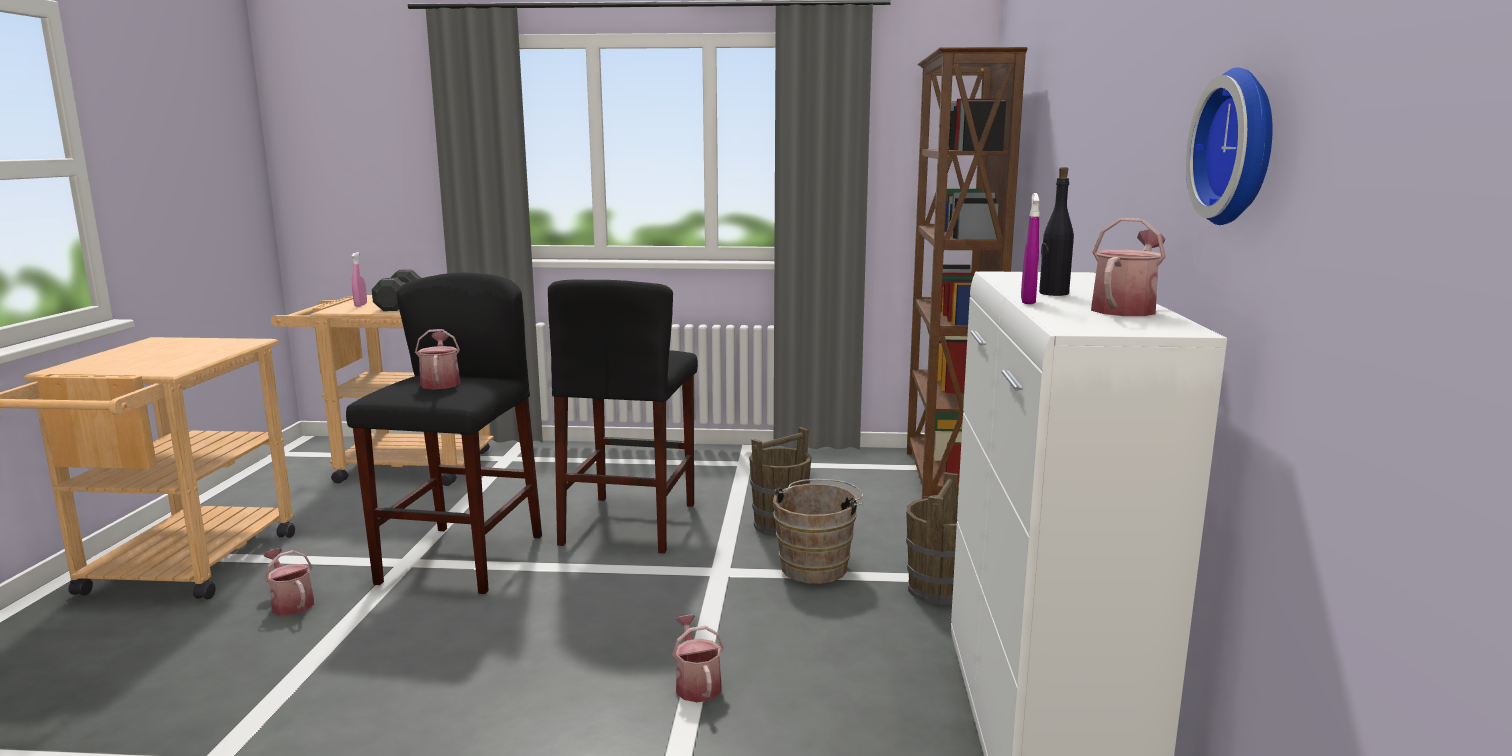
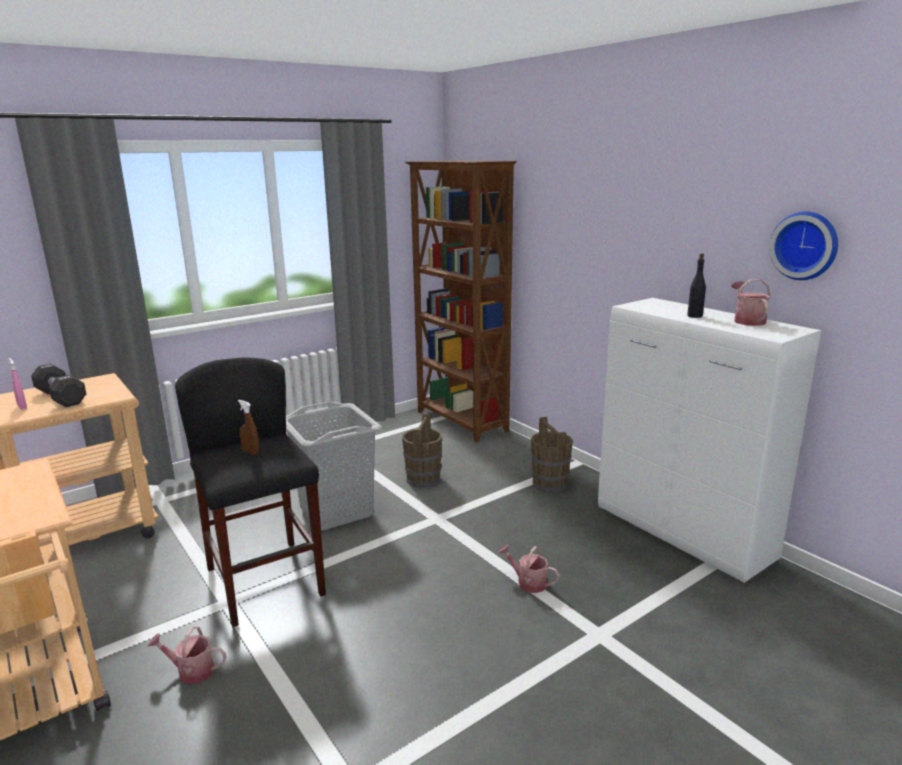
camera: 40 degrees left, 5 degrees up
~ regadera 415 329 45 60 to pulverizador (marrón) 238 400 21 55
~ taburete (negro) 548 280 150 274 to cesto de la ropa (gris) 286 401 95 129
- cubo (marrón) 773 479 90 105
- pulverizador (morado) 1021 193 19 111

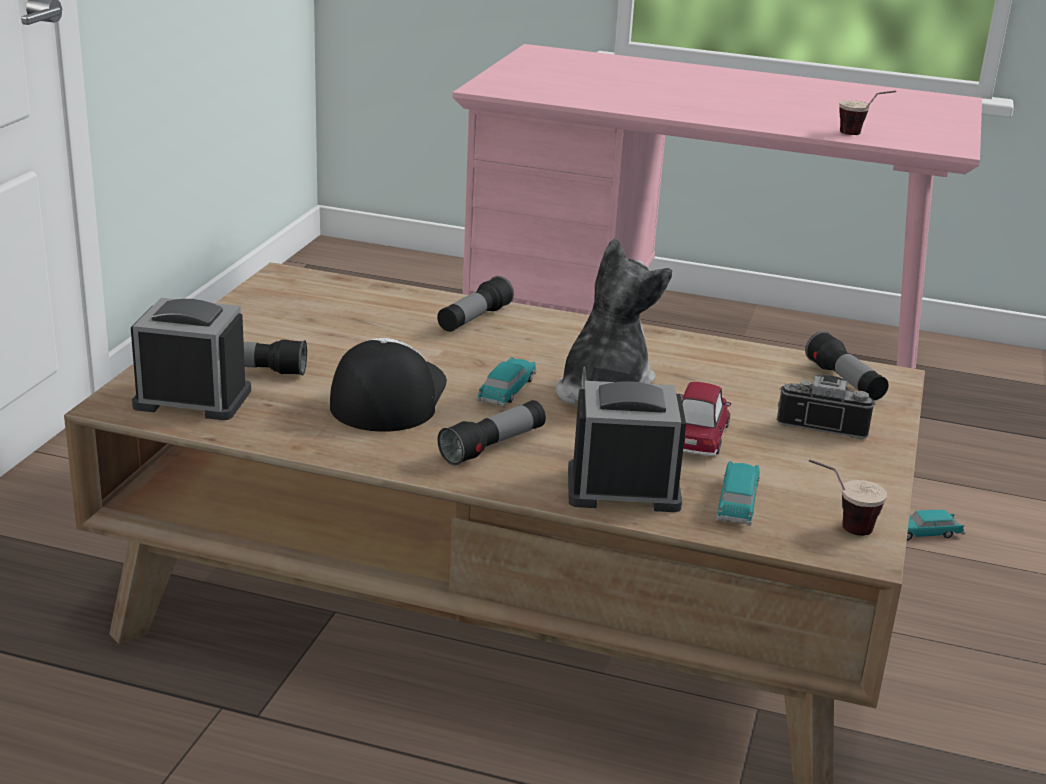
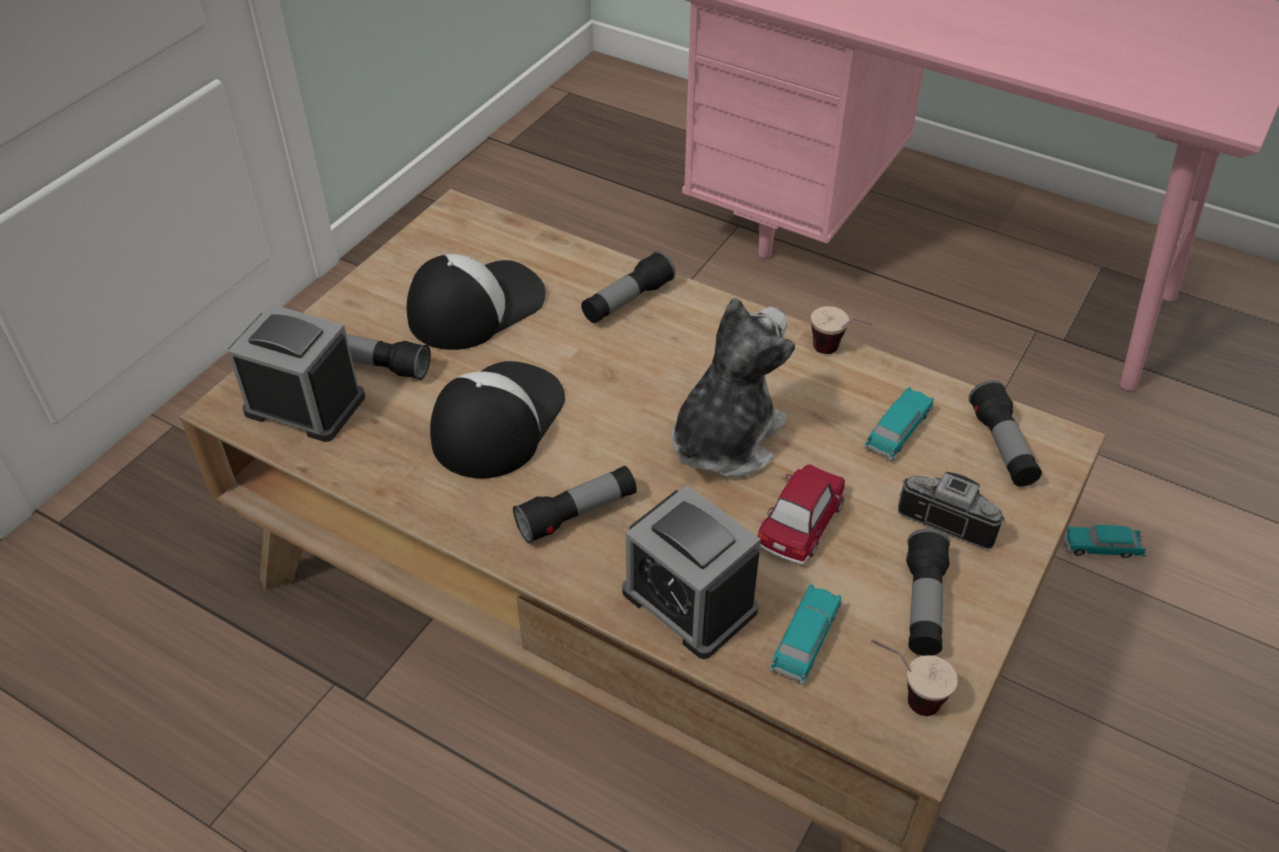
camera: 15 degrees right, 20 degrees up
+ gorra 407 254 139 96
~ despertador 568 381 118 131 = 622 485 139 174 150 degrees counterclockwise
~ taza 839 91 57 44 to 811 306 62 48
~ coche de juguete 476 357 61 50 to 863 387 71 74
+ linterna 906 529 44 127

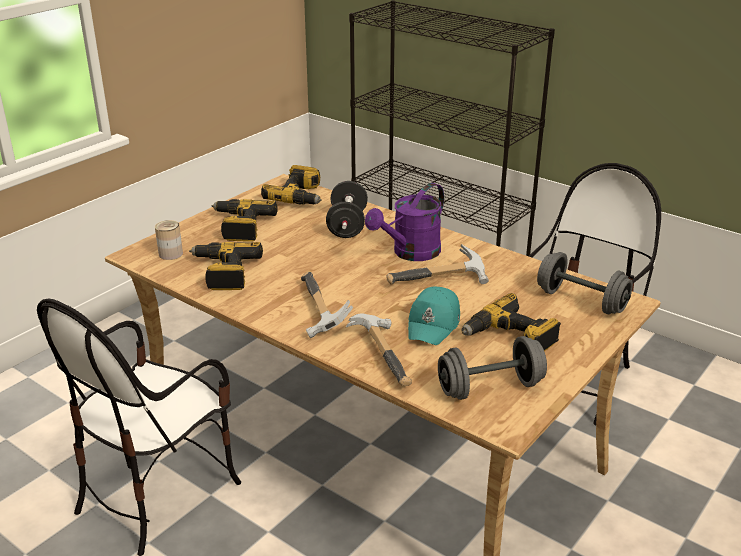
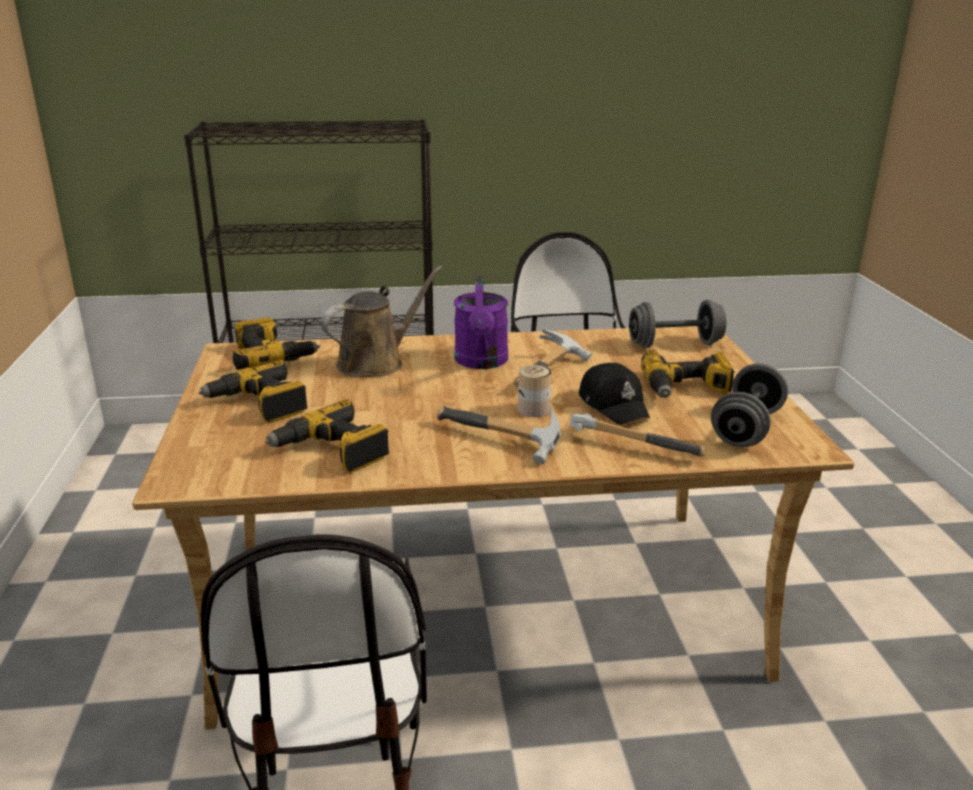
camera: 45 degrees left, 5 degrees down
~ mancuerna (negro) 326 181 42 57 to regadera (marrón) 321 266 121 111
~ lata 155 220 28 40 to 518 365 33 52
~ gorra (turquesa) 408 287 52 58 to gorra (negro) 579 363 71 62

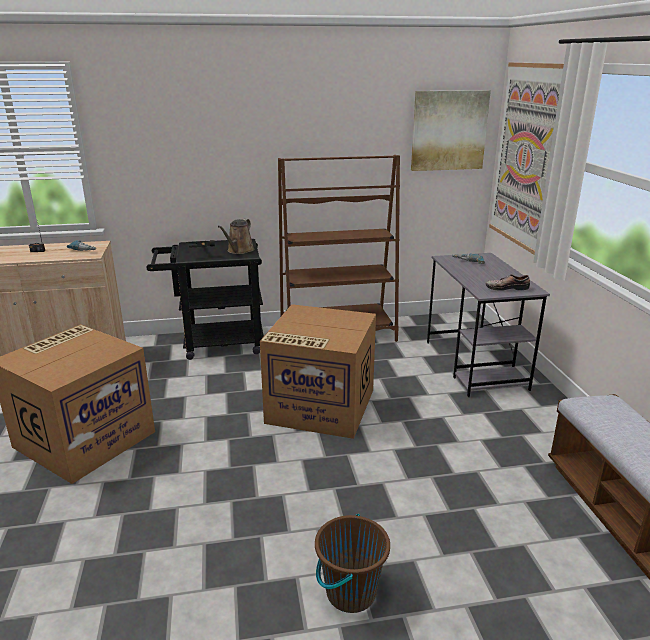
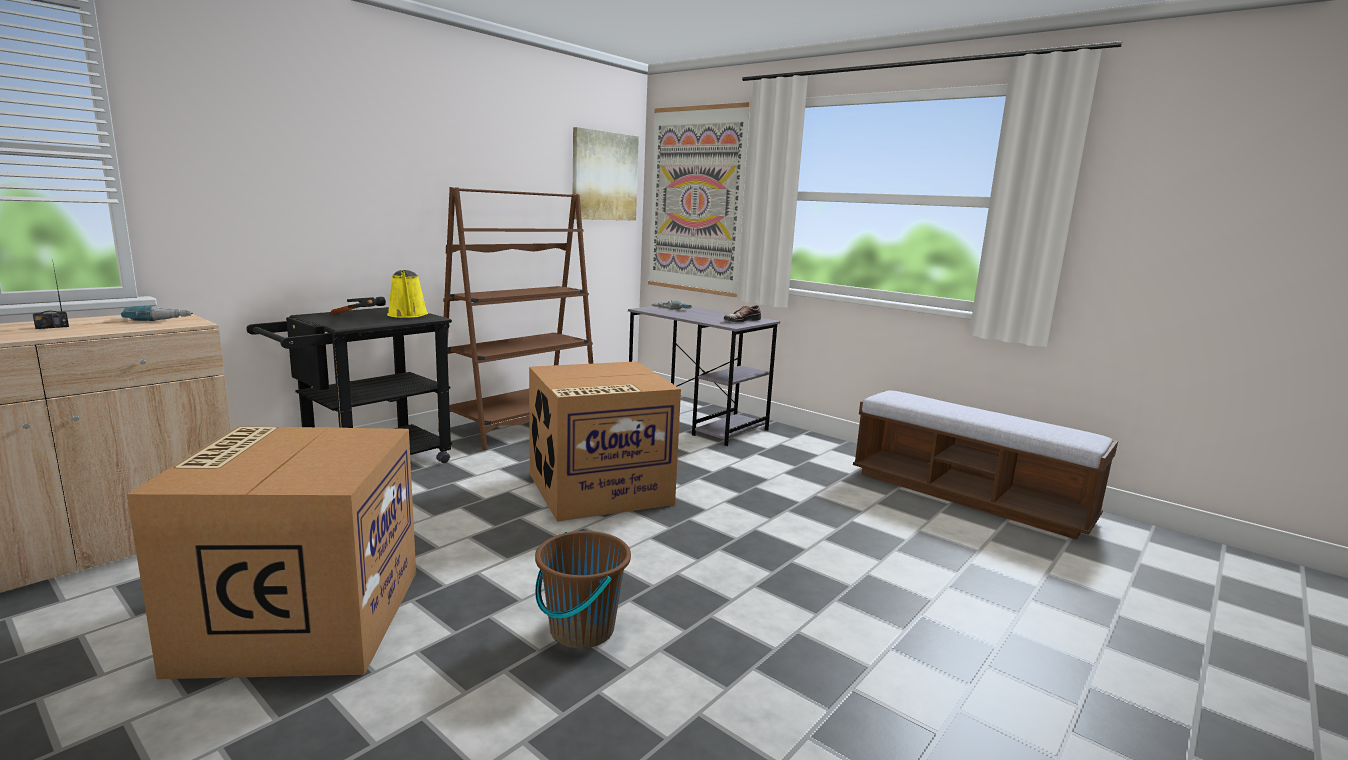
camera: 40 degrees left, 10 degrees down
~ regadera (marrón) 218 219 36 35 to regadera (amarillo) 387 270 41 48
~ cubo (marrón) 315 514 75 99 to 535 531 96 117

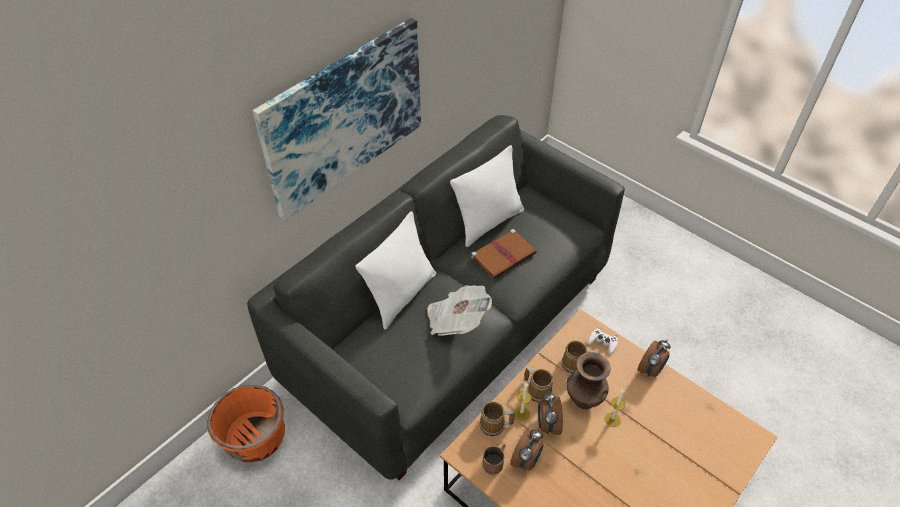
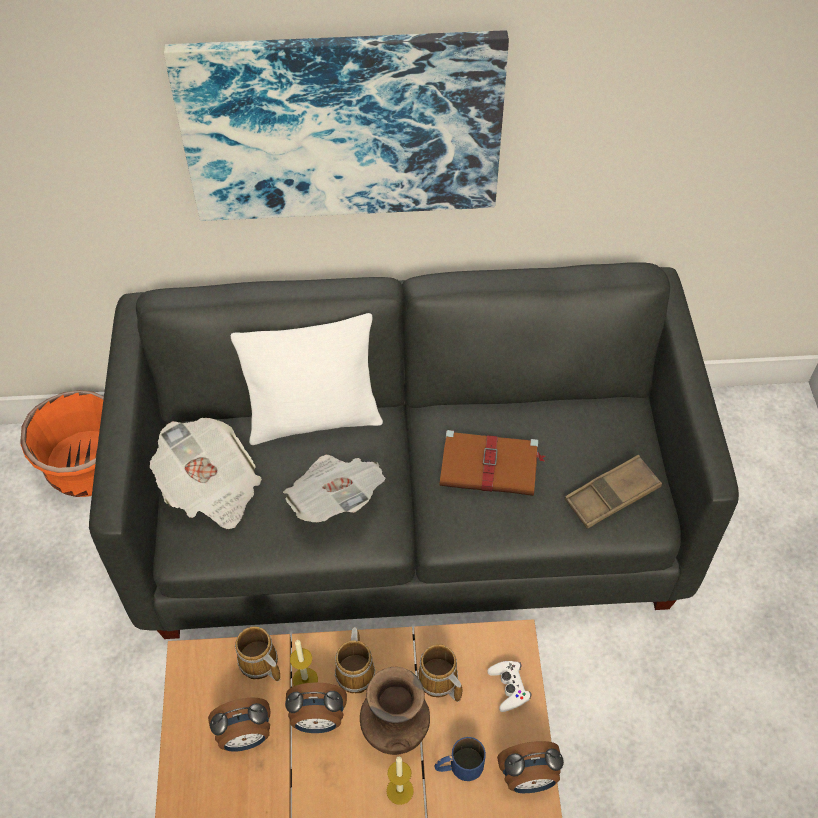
camera: 45 degrees right, 5 degrees up
+ periódico 150 418 112 111
~ despertador 538 391 25 44 = 285 683 62 50 135 degrees counterclockwise
+ taza grande (azul) 435 737 51 44
+ bandeja (marrón) 565 455 97 74
- cojín (blanco) 450 145 74 102
- taza grande (marrón) 483 443 22 32

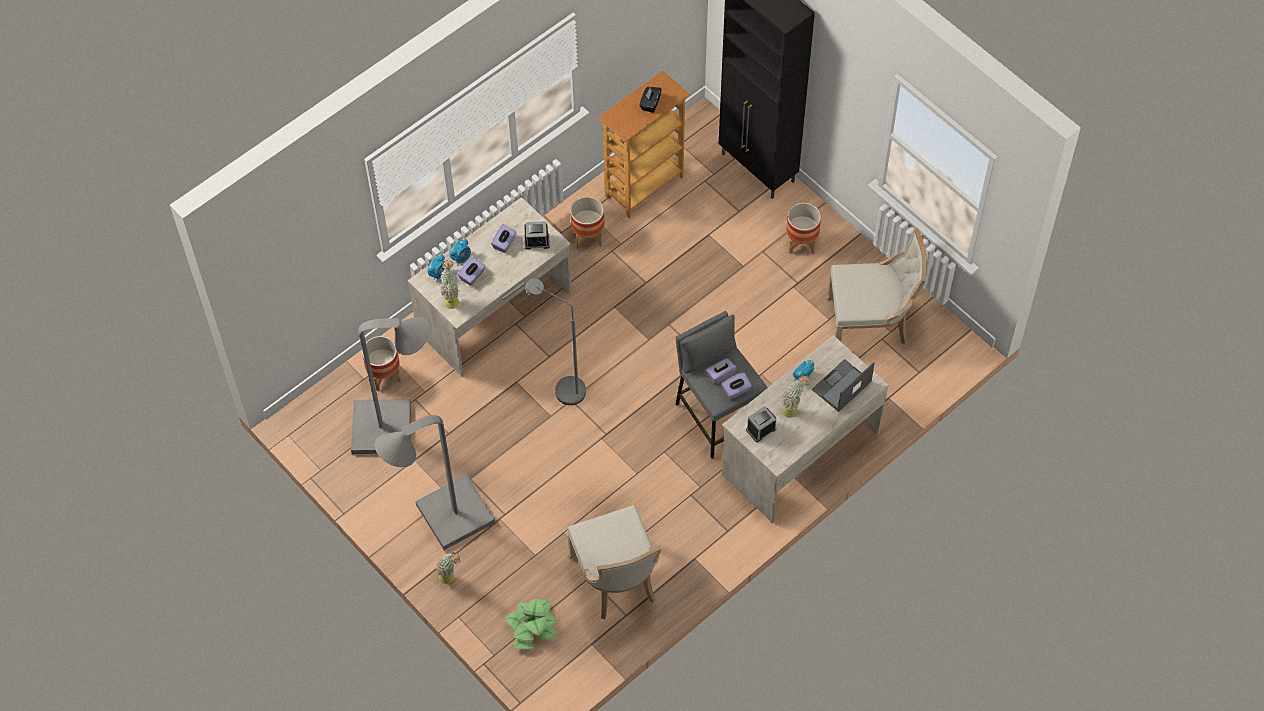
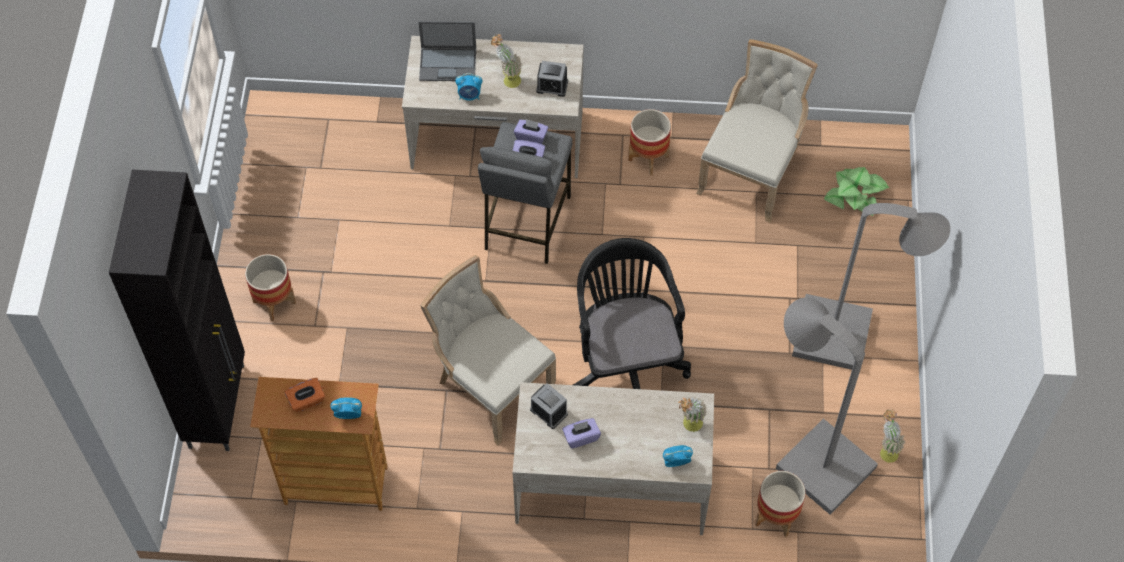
camera: 135 degrees left, 0 degrees up
~ caja de pañuelos (negro) 639 87 23 26 to caja de pañuelos (naranja) 285 378 40 34
~ despertador 449 238 22 28 to 330 397 32 22
~ silla (beis) 826 228 101 117 to 420 255 136 191
~ lámpara de pie (gris) 525 278 61 127 to silla de oficina (negro) 573 238 118 151
~ maceta 570 197 34 52 to 628 109 43 66
~ planta en maceta 436 552 25 32 to 880 409 26 54
- caja de pañuelos (morado) 458 256 27 30

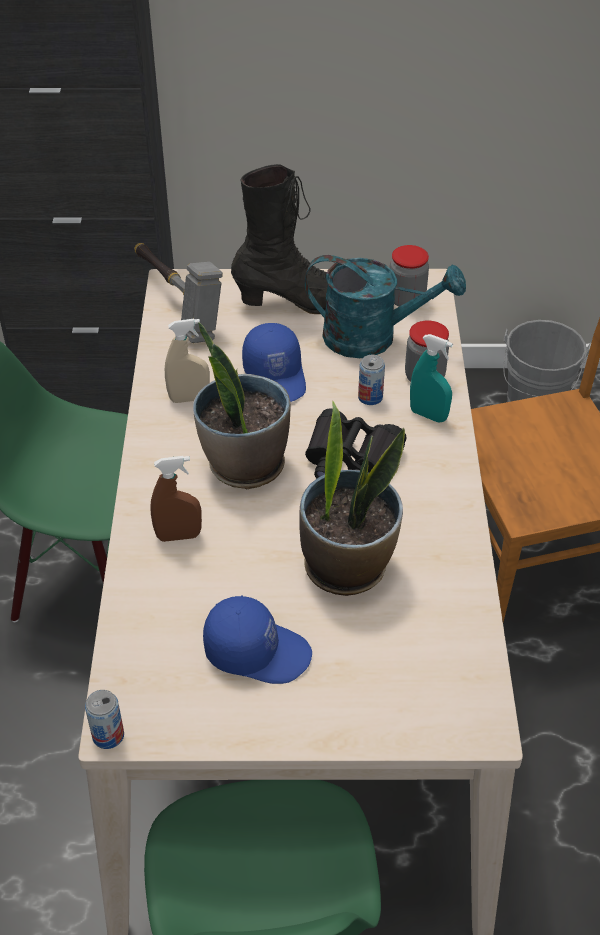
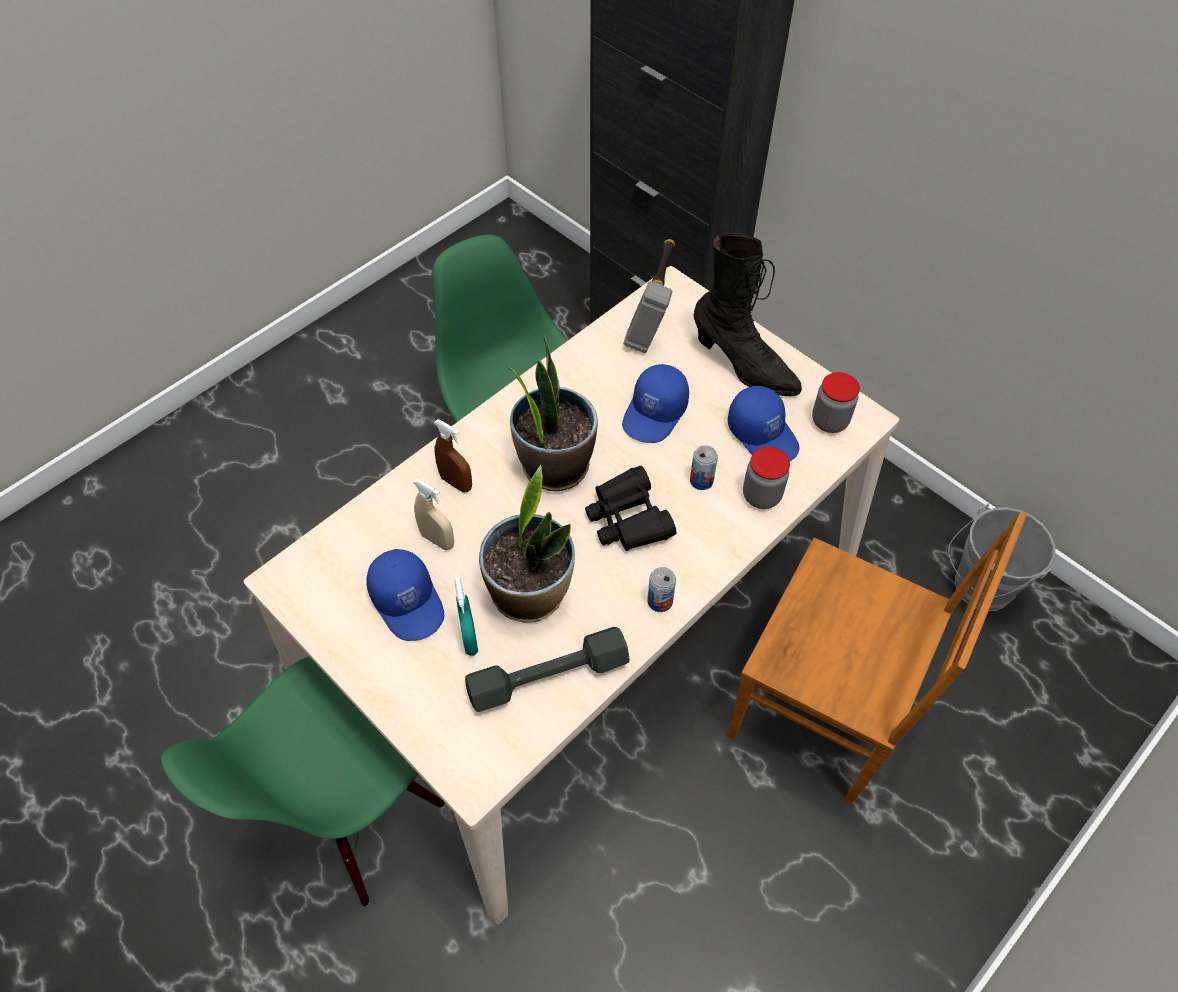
camera: 45 degrees right, 10 degrees up
~ pulverizador (beis) 165 319 45 84 to 413 478 41 72
~ pulverizador (turquesa) 410 334 43 89 to 454 577 24 79
+ mancuerna (gris) 465 627 165 85
~ lata 85 690 39 59 to 647 567 29 45
~ regadera (turquesa) 305 255 161 103 to gorra (azul) 728 385 72 76

